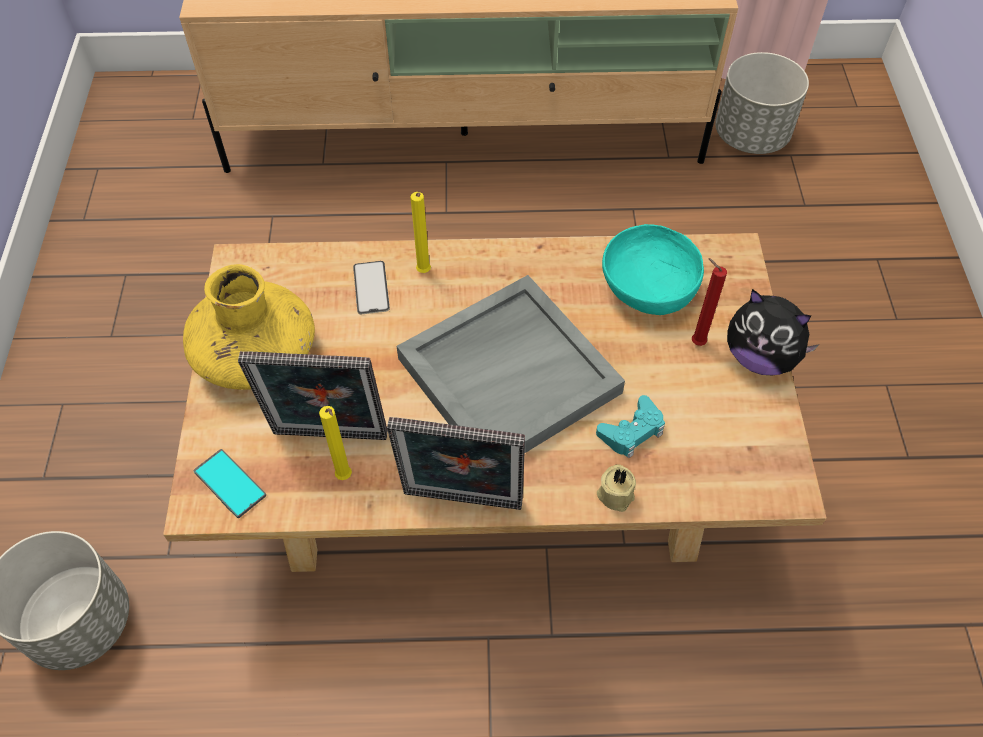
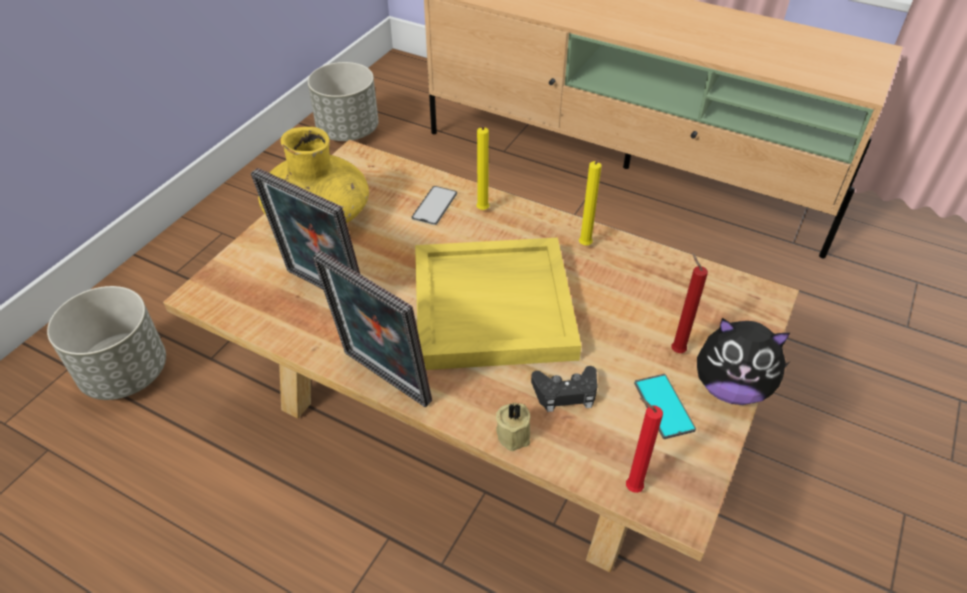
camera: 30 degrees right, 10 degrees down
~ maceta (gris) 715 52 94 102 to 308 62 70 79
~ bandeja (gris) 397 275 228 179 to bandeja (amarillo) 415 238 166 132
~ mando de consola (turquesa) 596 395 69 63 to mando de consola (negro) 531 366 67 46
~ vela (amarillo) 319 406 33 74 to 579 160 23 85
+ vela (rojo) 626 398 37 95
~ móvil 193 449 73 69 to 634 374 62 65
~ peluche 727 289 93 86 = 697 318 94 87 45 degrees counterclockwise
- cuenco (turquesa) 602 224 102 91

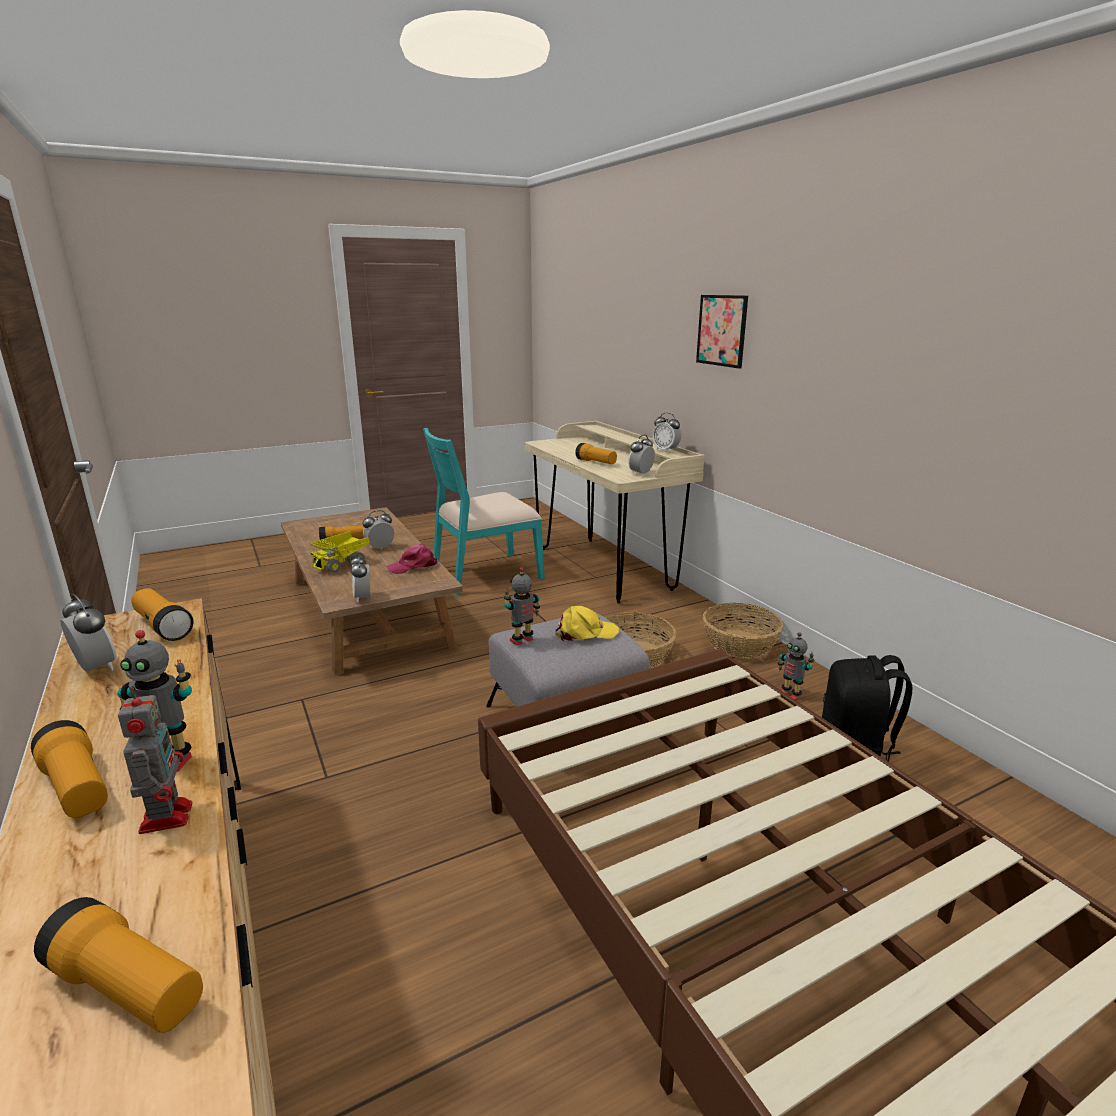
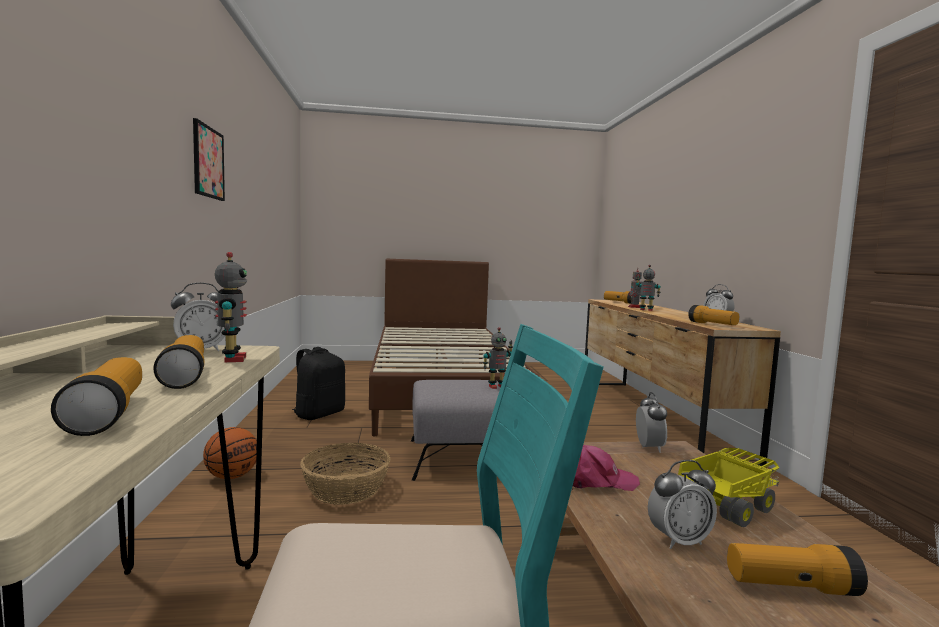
camera: 160 degrees left, 15 degrees down
~ linterna 31 720 77 98 to 51 357 91 79
~ cuadro 696 295 52 74 to 193 118 32 83
~ cesta 703 603 80 56 to balón de baloncesto 203 427 54 52
~ robot de juguete 778 632 37 68 to 215 252 32 110
- gorra (amarillo) 555 606 64 36
- despertador 652 413 29 40

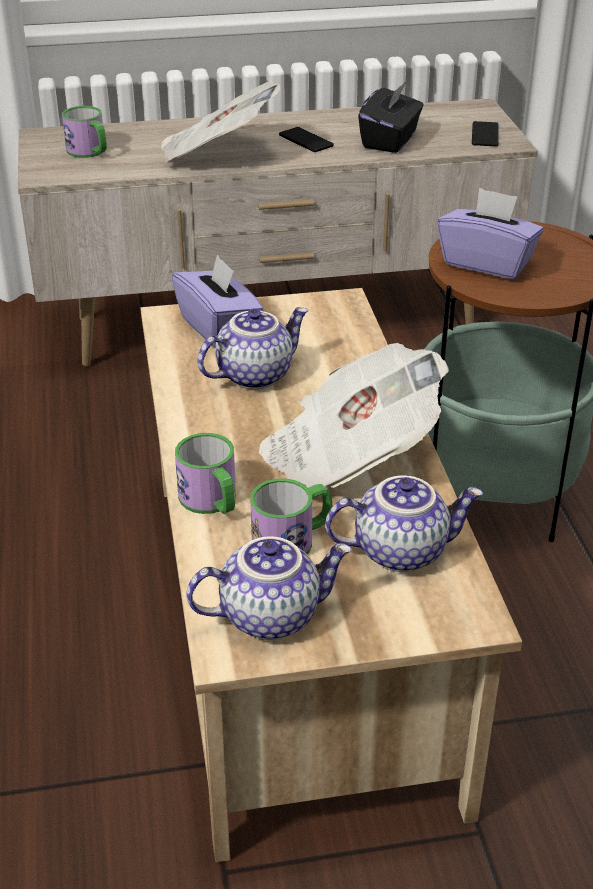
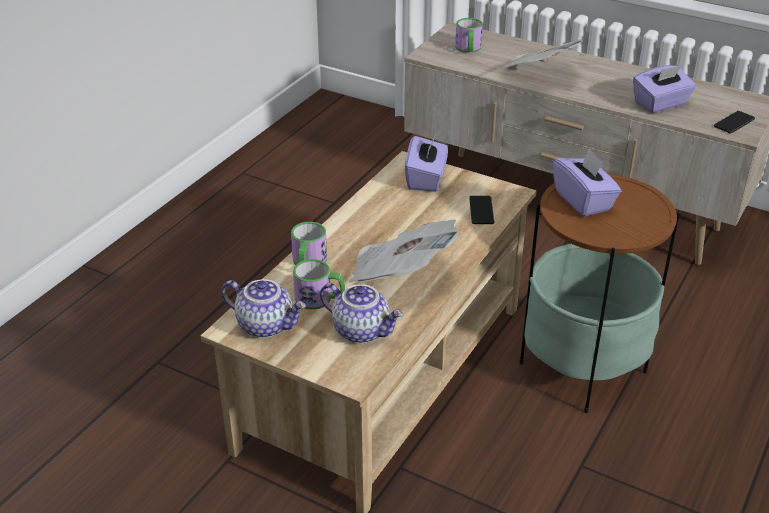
camera: 40 degrees right, 0 degrees up
~ móvil 279 127 55 25 to 469 196 25 28
~ caja de pañuelos (negro) 358 81 66 72 to caja de pañuelos (morado) 633 65 63 48
- tetera 198 307 111 82

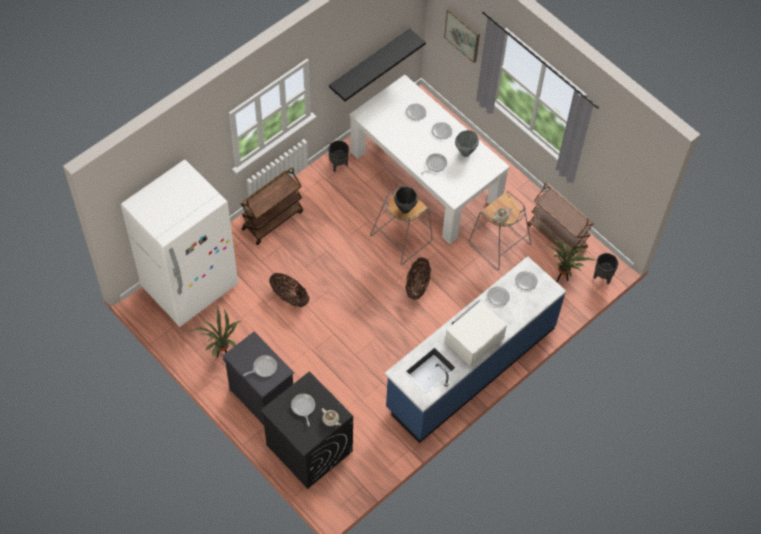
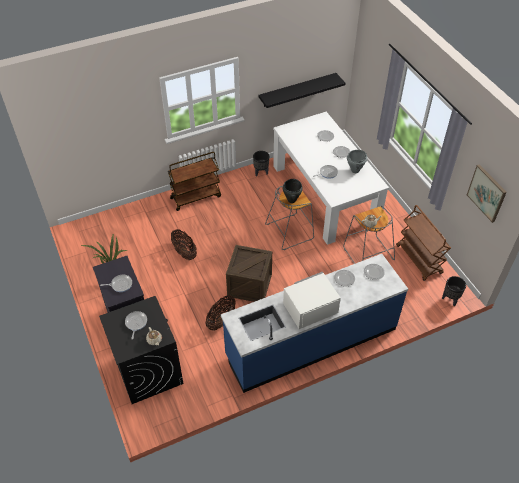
camera: 20 degrees right, 10 degrees down
~ cesta 405 257 26 43 to 205 295 31 35
+ caja de embalaje 226 245 46 57
~ cuadro 444 8 36 55 to 467 164 39 59
- nevera (blanco) 121 160 117 167
- planta en maceta 547 240 50 42

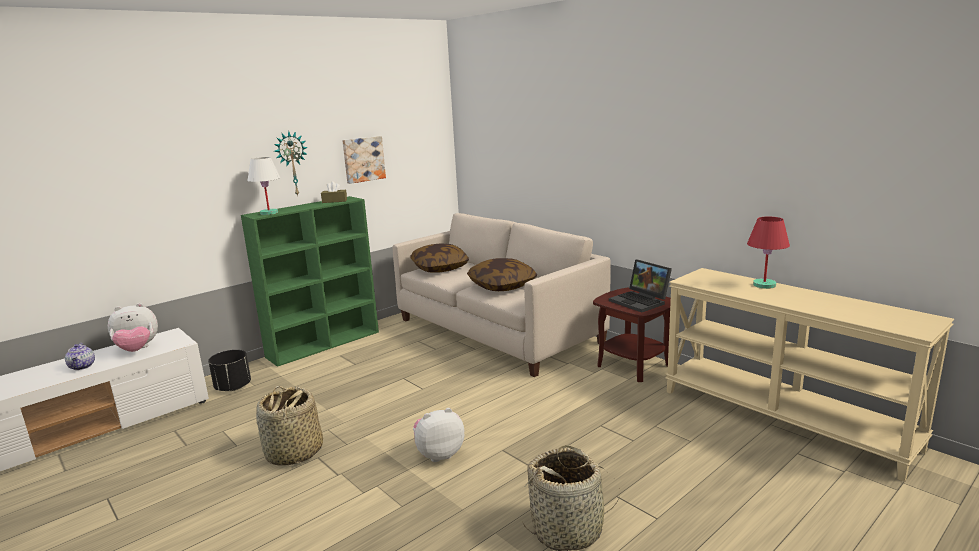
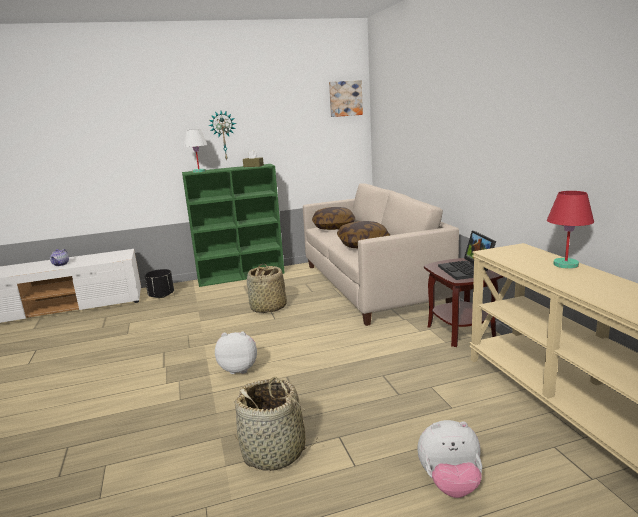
camera: 25 degrees right, 0 degrees up
~ cesta 256 386 67 80 to 247 264 40 49
~ cuadro 342 136 44 48 to 329 80 34 37
~ peluche 108 303 50 49 to 417 420 65 78

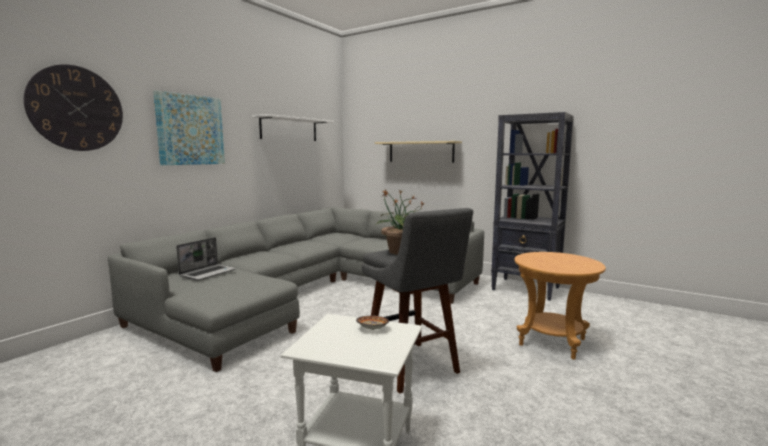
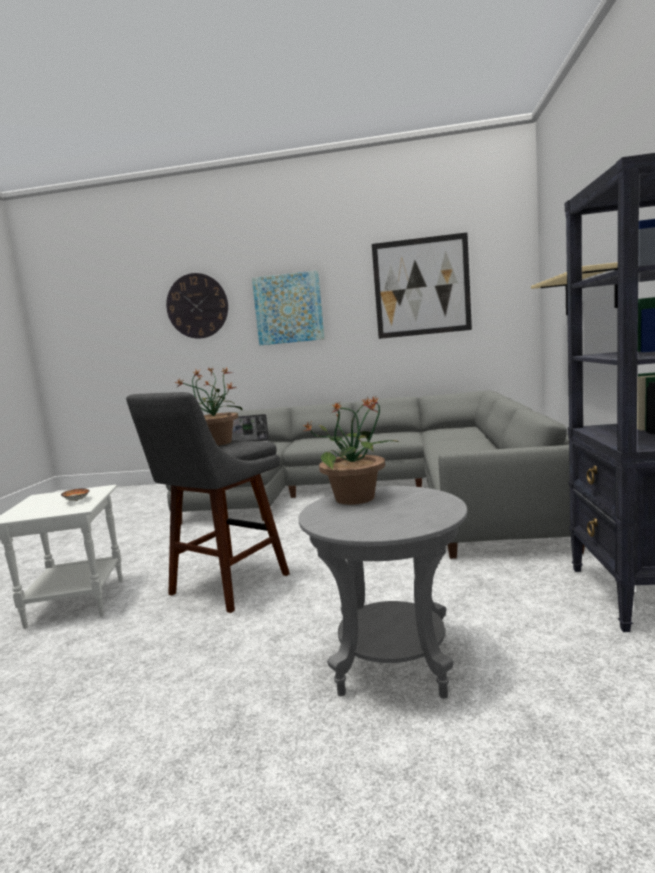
camera: 65 degrees right, 0 degrees up
~ mesa auxiliar (marrón) 514 252 92 108 to mesa auxiliar (gris) 298 486 169 213
+ planta en maceta 304 394 96 111
~ estante (blanco) 252 114 82 27 to cuadro 372 232 100 107

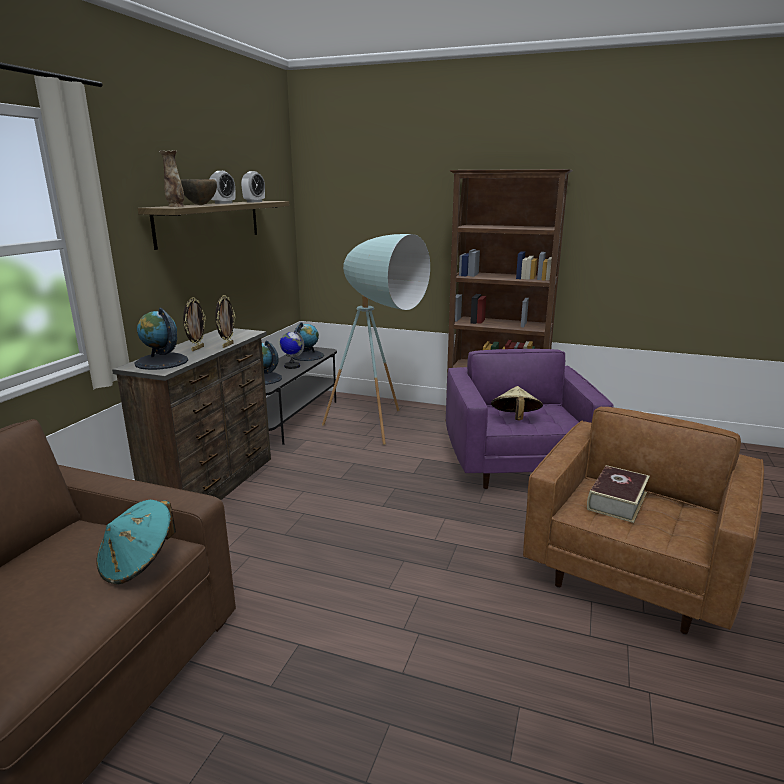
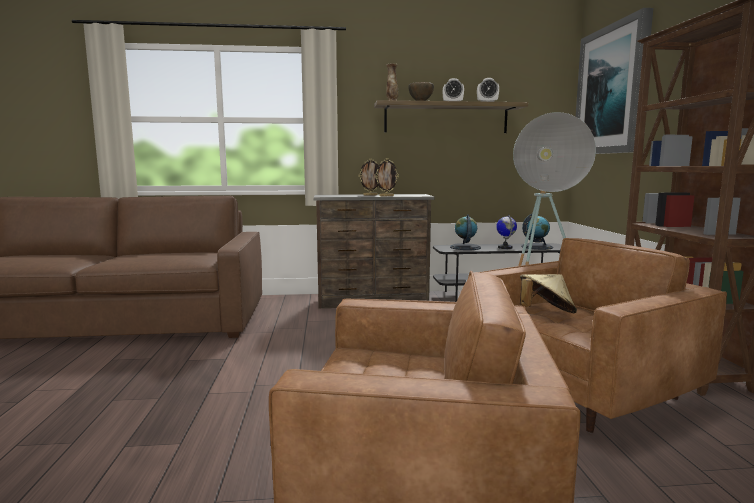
camera: 65 degrees right, 10 degrees down
~ sillón (morado) 446 349 168 140 to sillón (marrón) 479 238 248 195
+ cuadro 576 8 77 146
- sombrero (turquesa) 96 500 80 85
- globo terráqueo 135 308 53 62
- libro 587 465 63 58

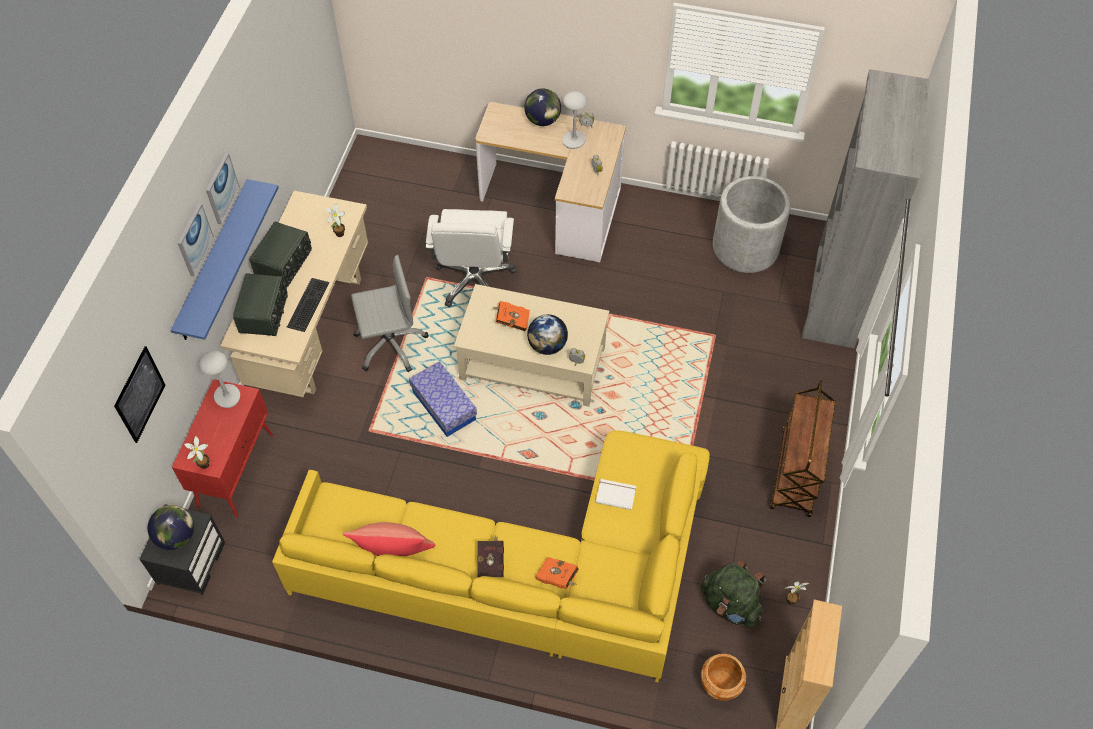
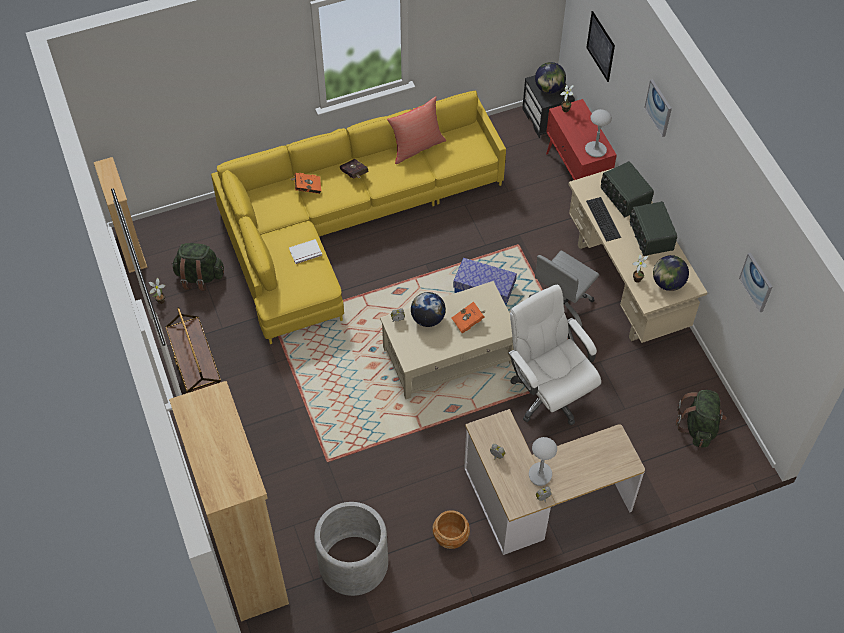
camera: 145 degrees right, 0 degrees up
~ estantería (gris) 802 69 128 279 to estantería (marrón) 169 381 120 241
~ maceta (marrón) 701 654 45 47 to 432 510 38 39
~ globo terráqueo 524 88 37 38 to 653 255 36 36
+ mochila (verde) 676 390 51 58
~ cuadro 206 153 34 71 to 739 253 33 59
- estante (azul) 171 179 108 161

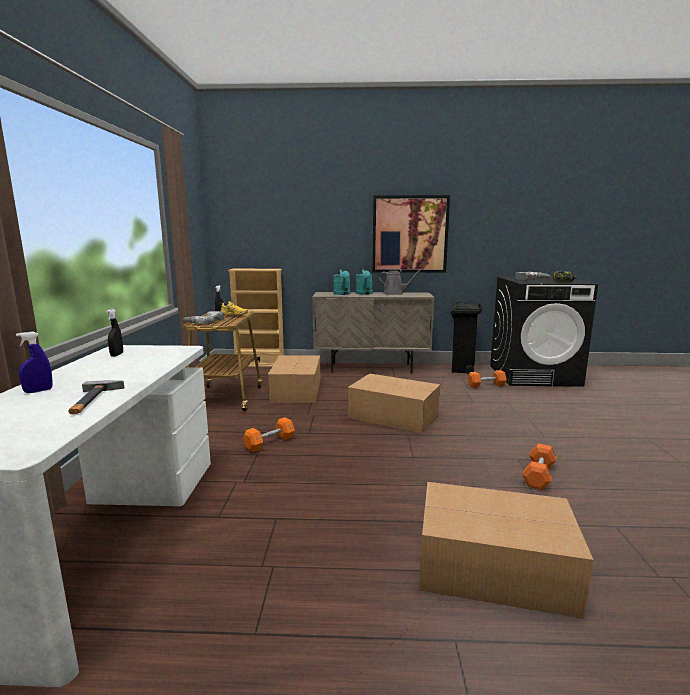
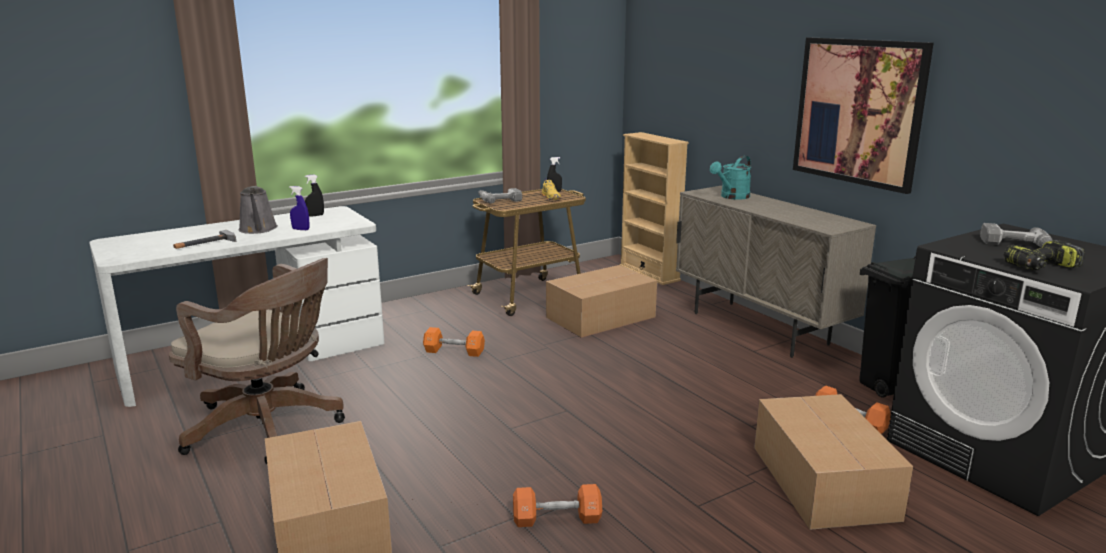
camera: 55 degrees right, 5 degrees up
+ silla de oficina (marrón) 169 258 176 206
~ regadera (gris) 378 268 45 27 to 239 186 39 48
~ pulverizador (azul) 16 331 36 62 to 289 186 20 44
~ caja de cartón 348 373 92 61 to 754 394 159 136
- regadera (turquesa) 356 269 17 26

